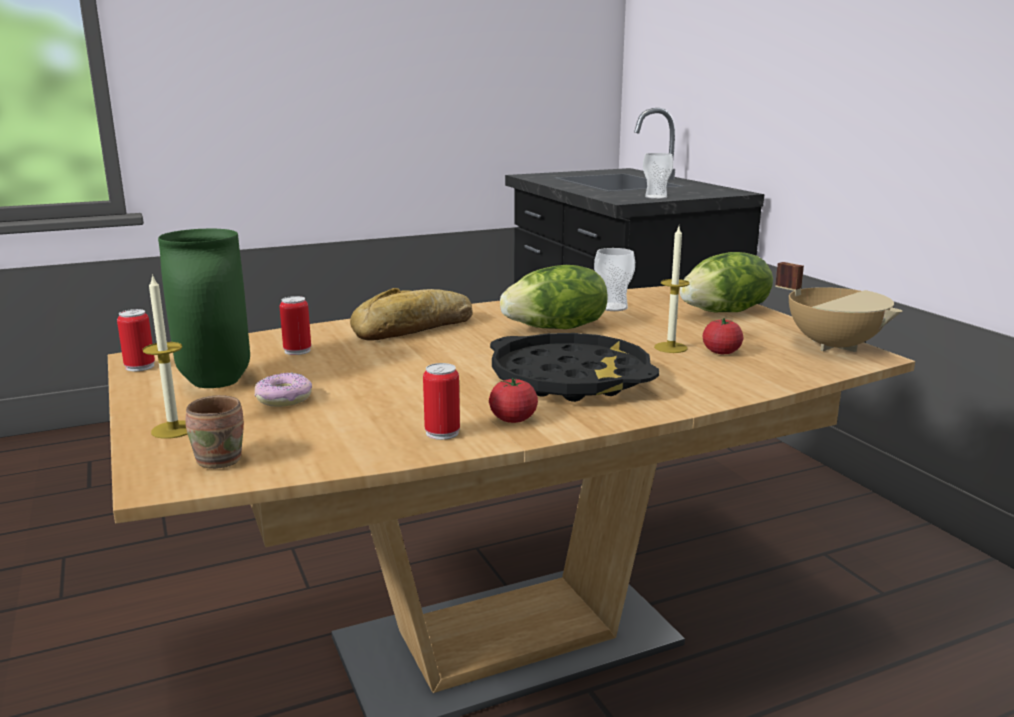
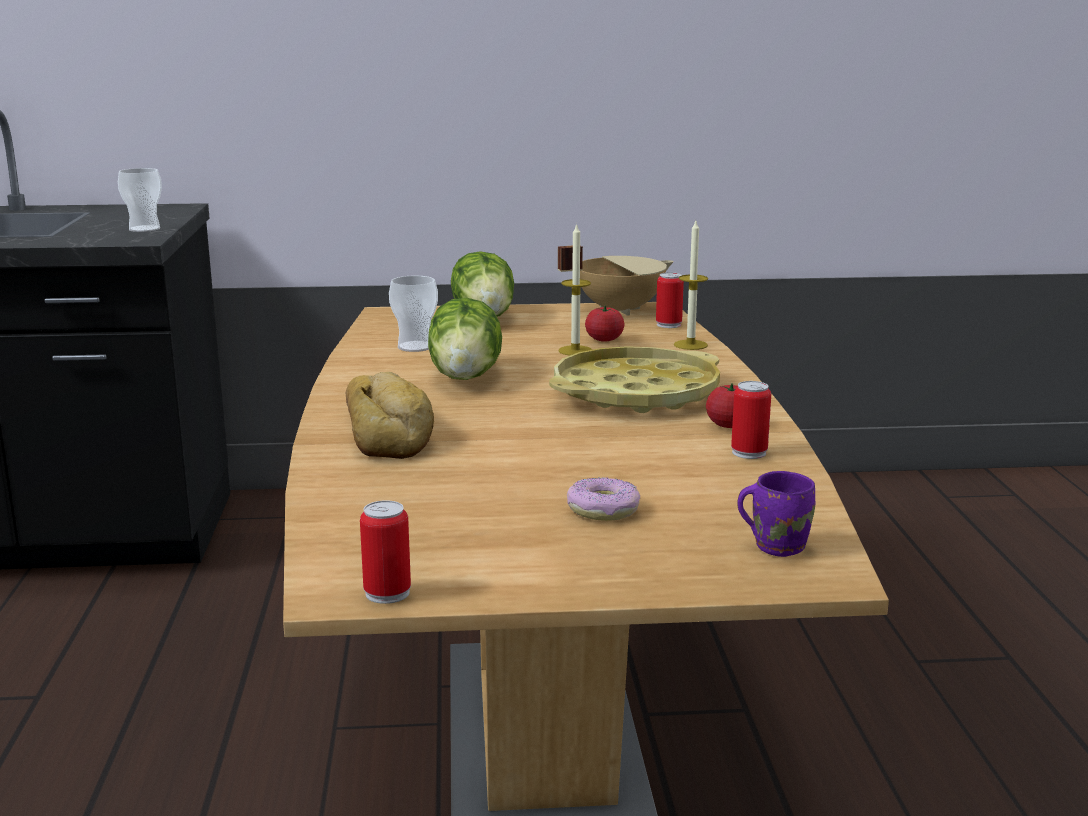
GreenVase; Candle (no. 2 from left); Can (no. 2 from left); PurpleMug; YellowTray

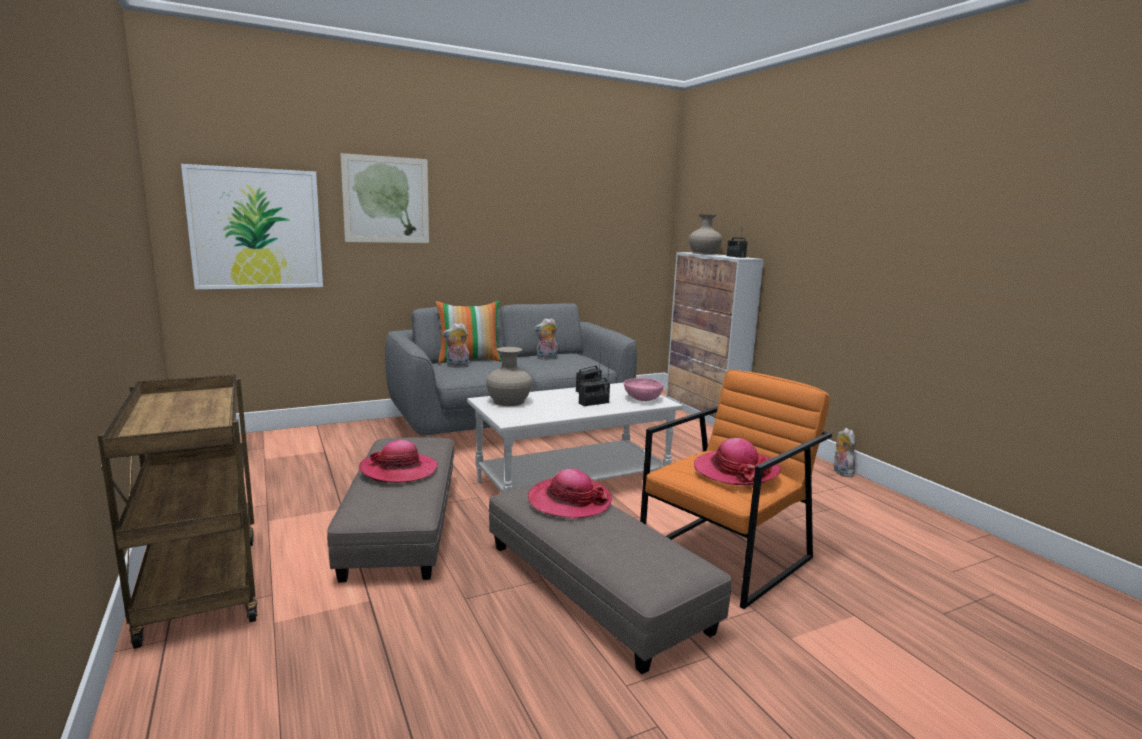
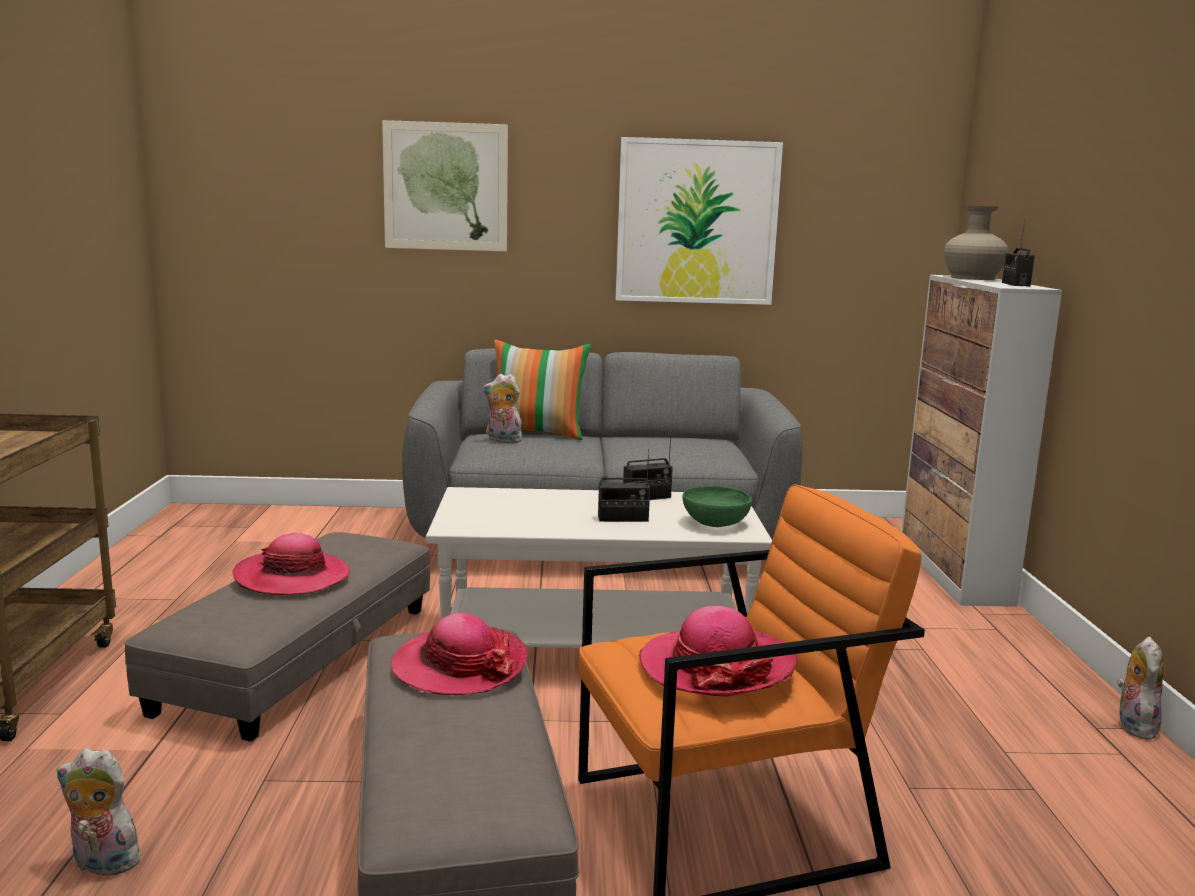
BeigeVase (no. 1 from left in the first image); Picture (no. 2 from left); PlushToy (no. 1 from left); GreenBowl

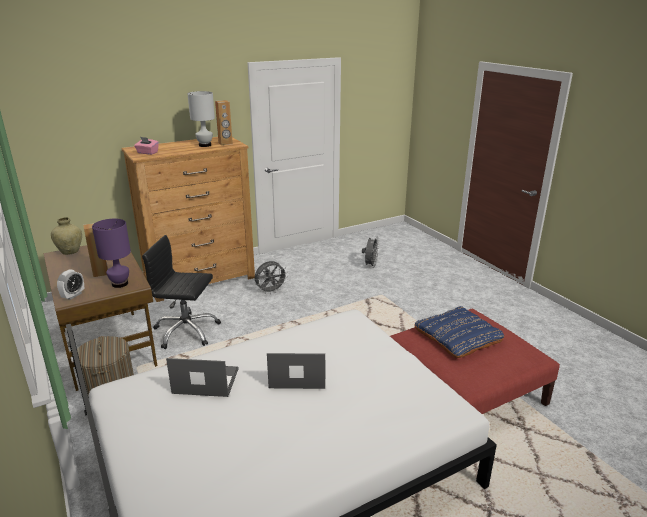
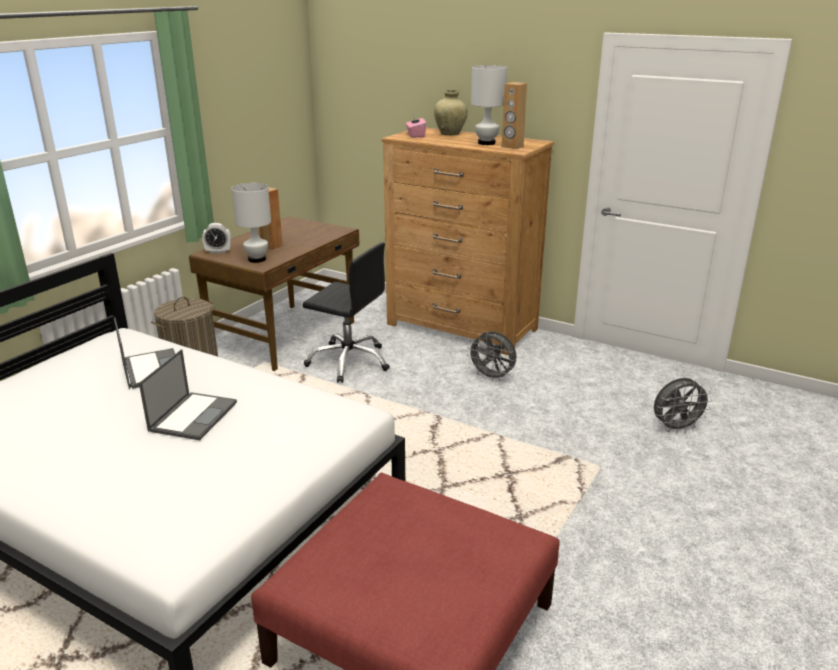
BluePillow; BeigeVase; WhiteTableLamp (no. 1 from left); BlackOfficeChair; Laptop (no. 2 from left)

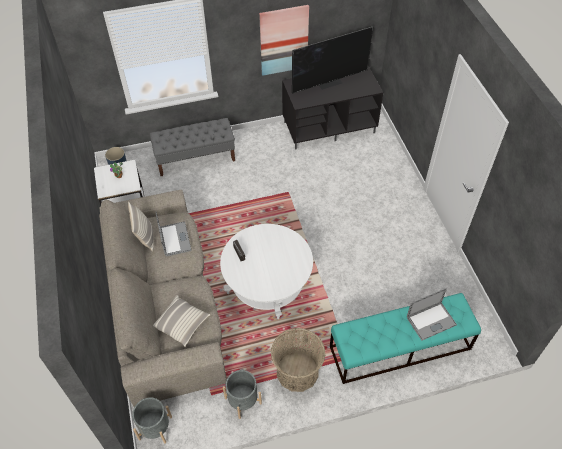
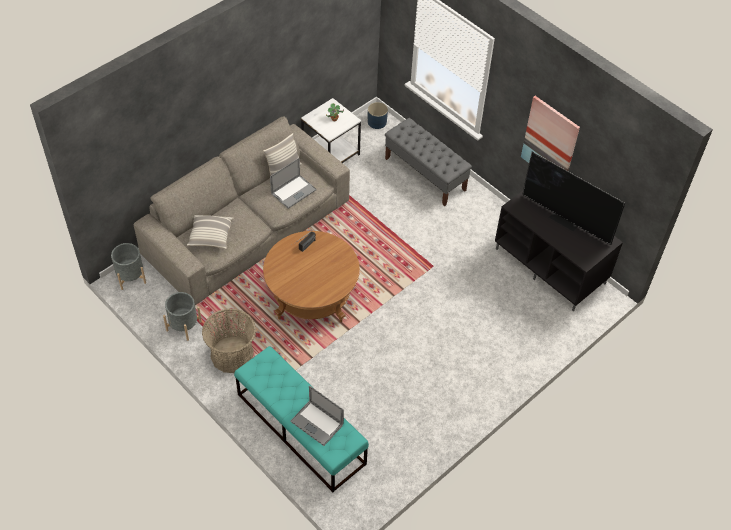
BrownCoffeeTable

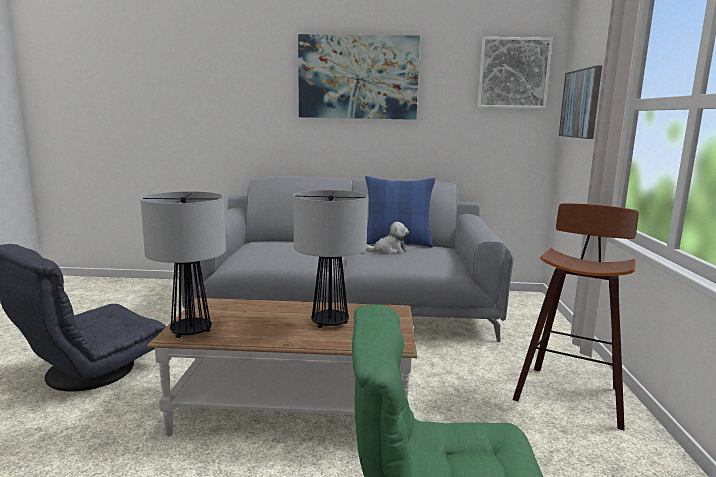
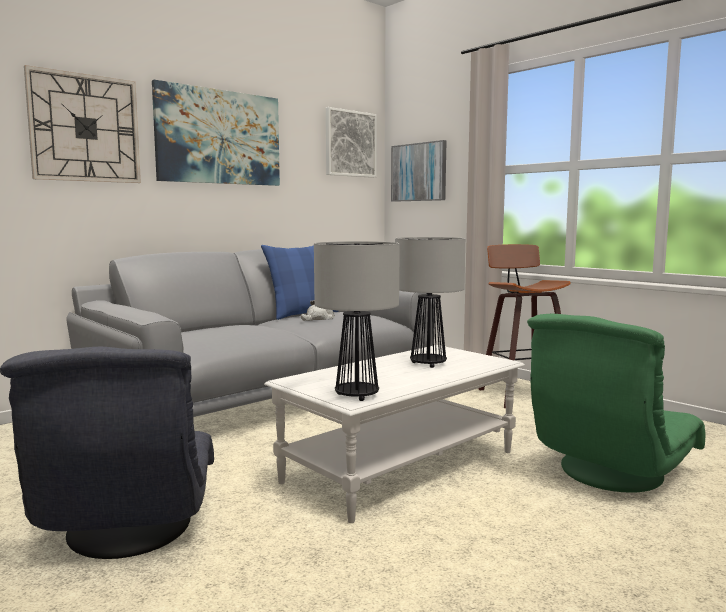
WallClock; WhiteCoffeeTable

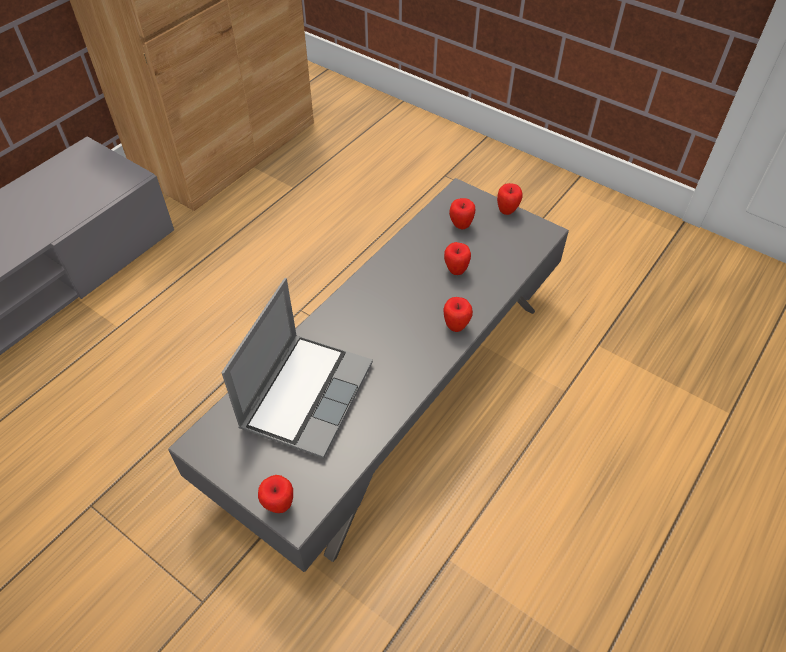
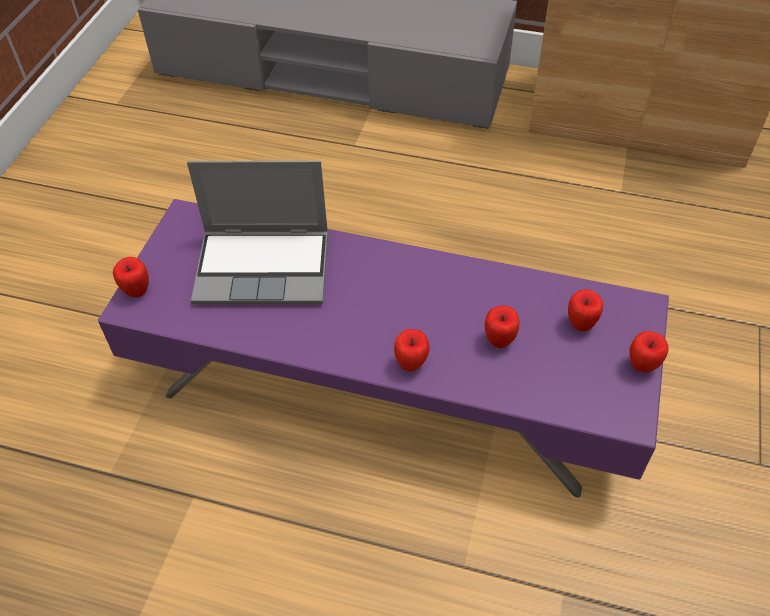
PurpleCoffeeTable

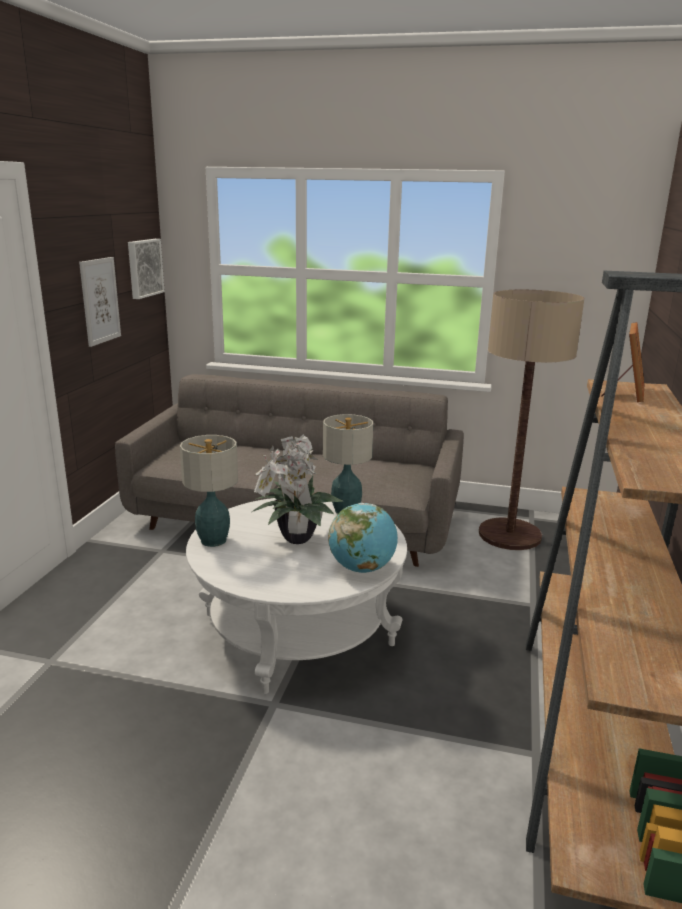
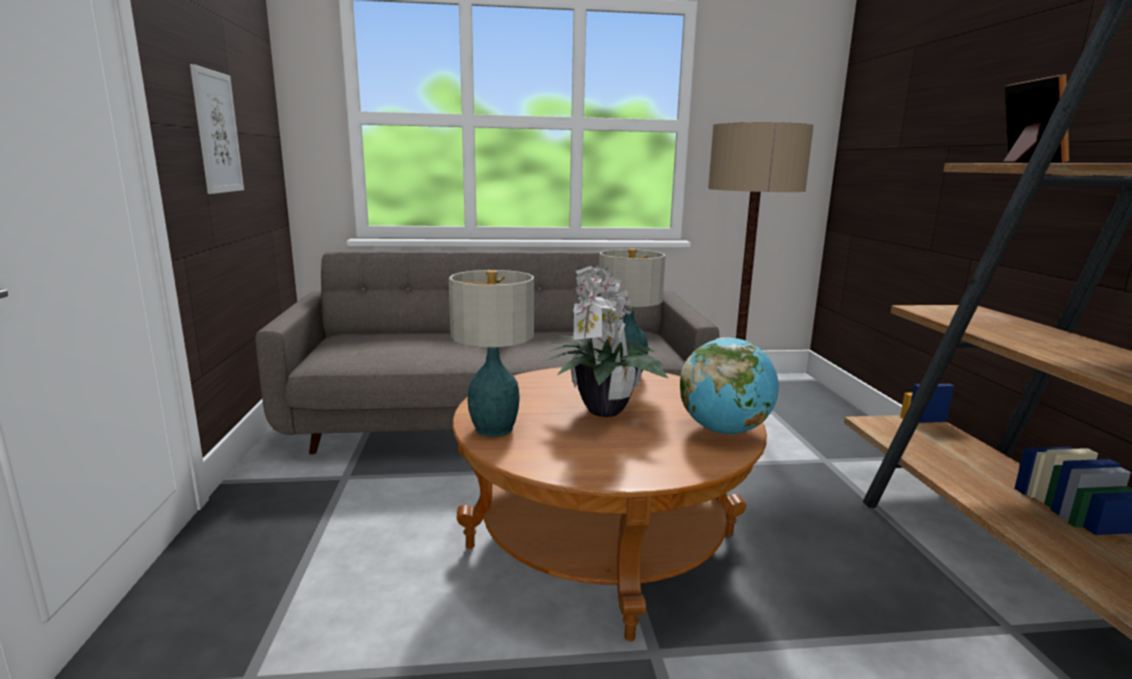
Picture (no. 2 from left in the first image); BrownCoffeeTable

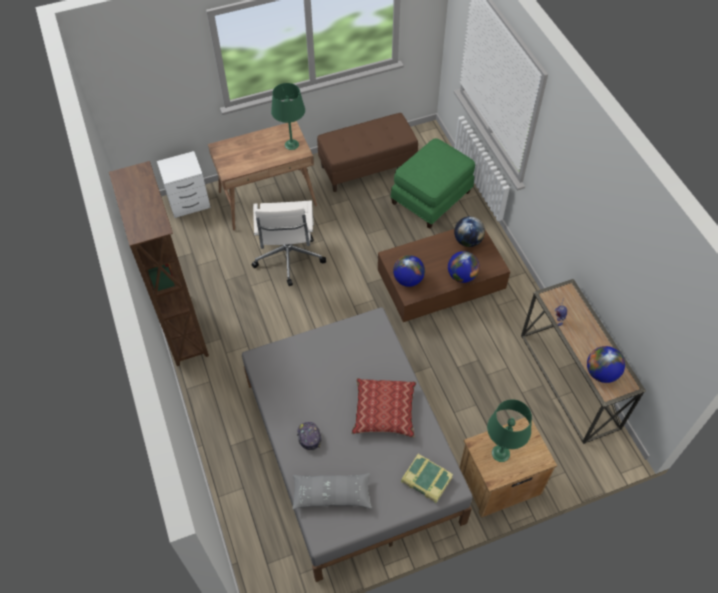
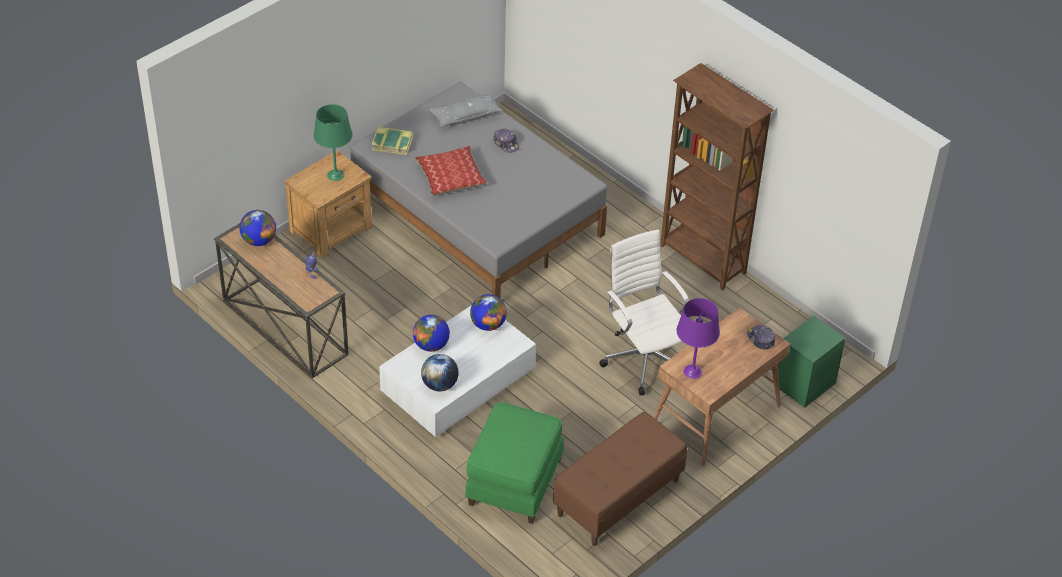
Cap (no. 2 from left); GreenNightstand; PurpleTableLamp; WhiteCoffeeTable

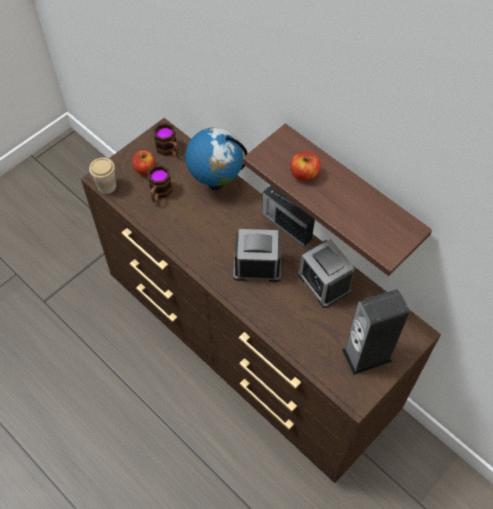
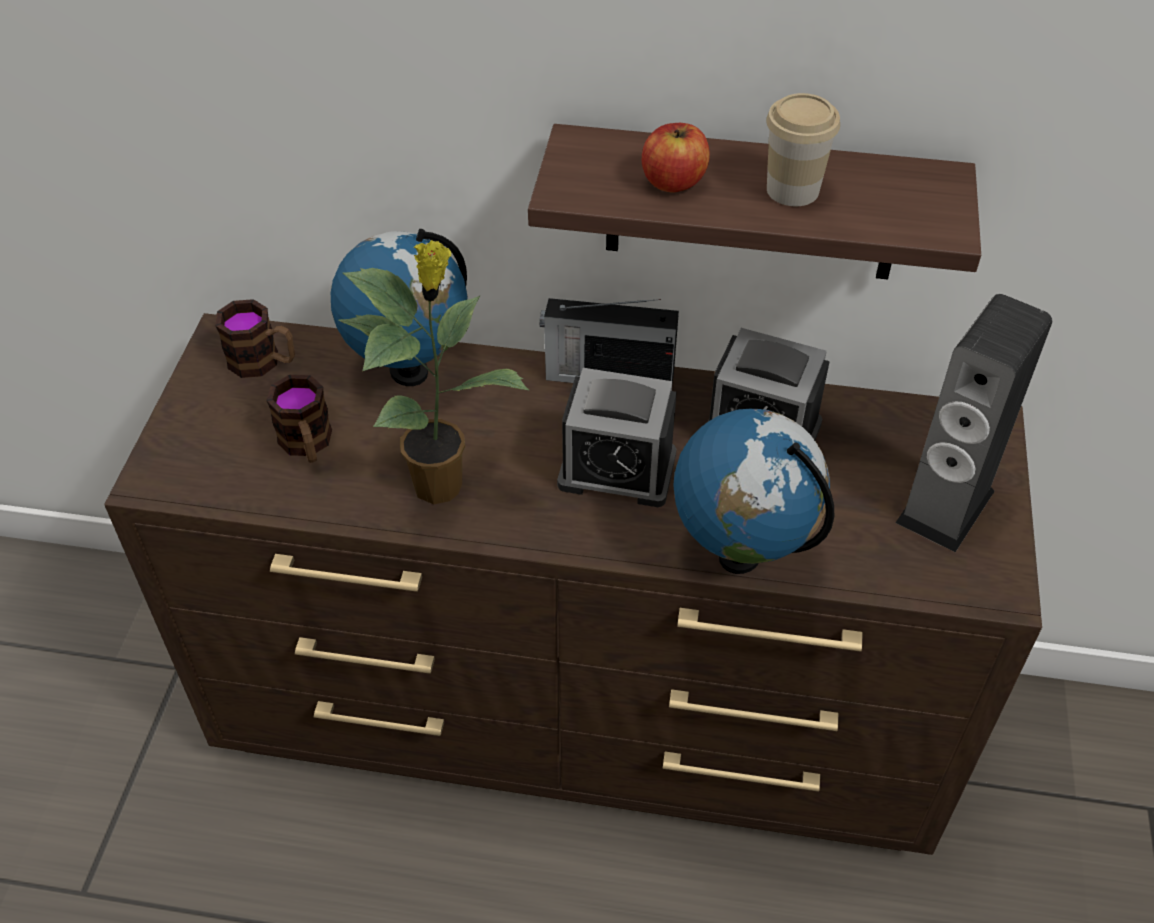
Apple (no. 1 from left in the first image); PottedPlant; Globe (no. 2 from left); Cup; AlarmClock (no. 1 from left)

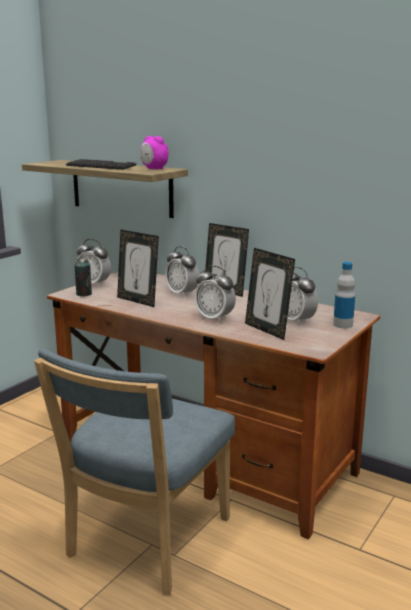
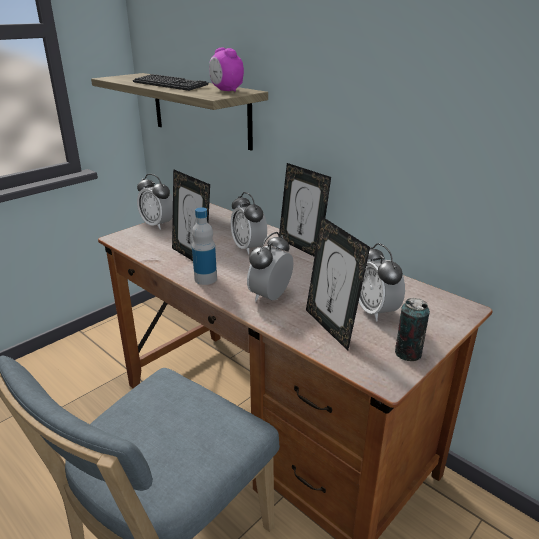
Can; Bottle; AlarmClock (no. 4 from left)

